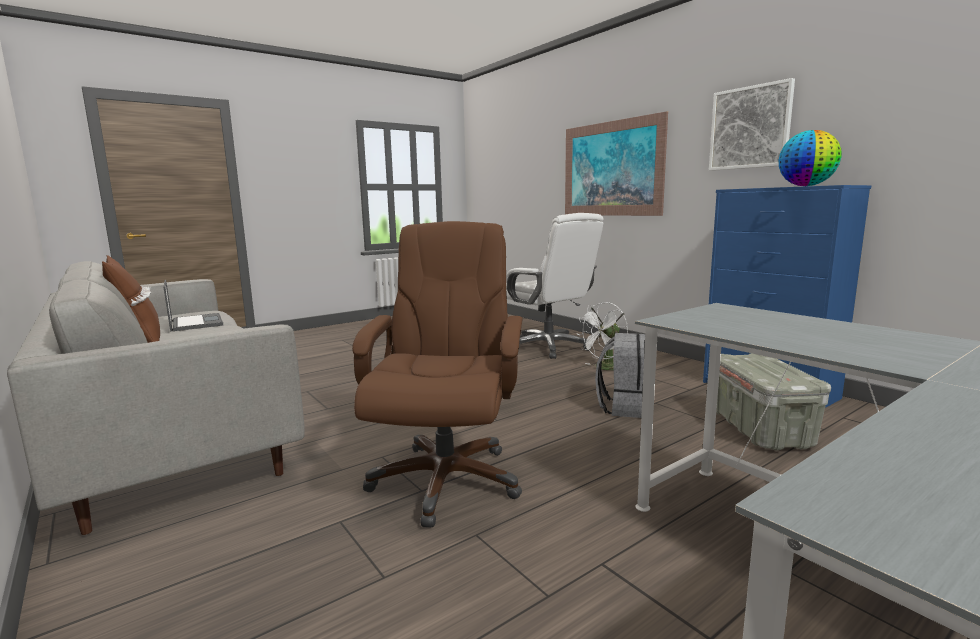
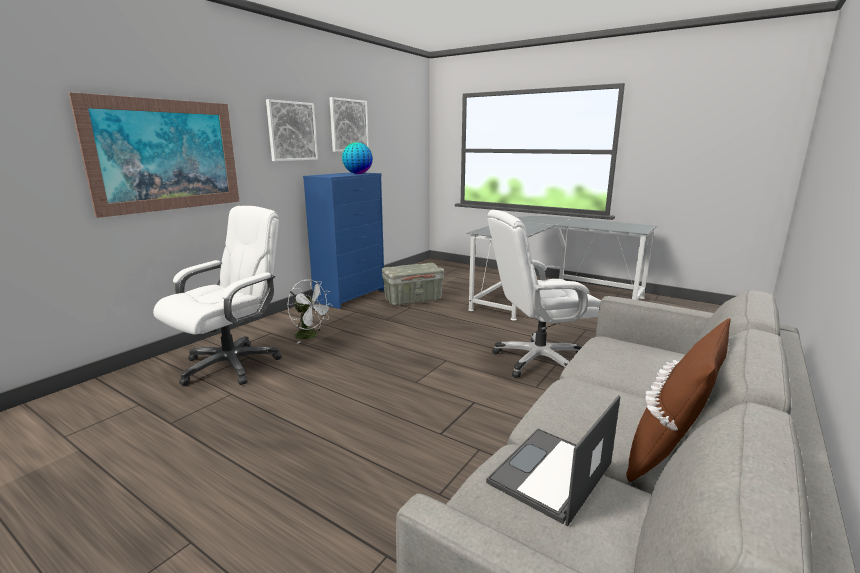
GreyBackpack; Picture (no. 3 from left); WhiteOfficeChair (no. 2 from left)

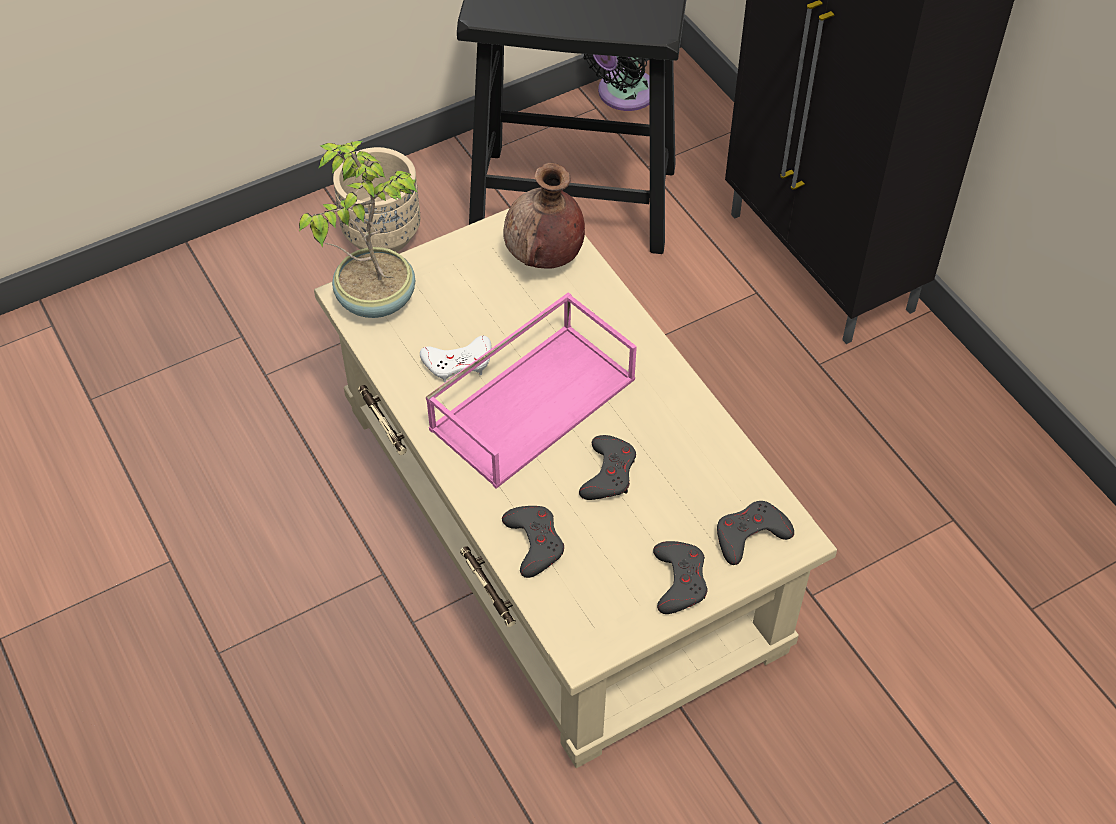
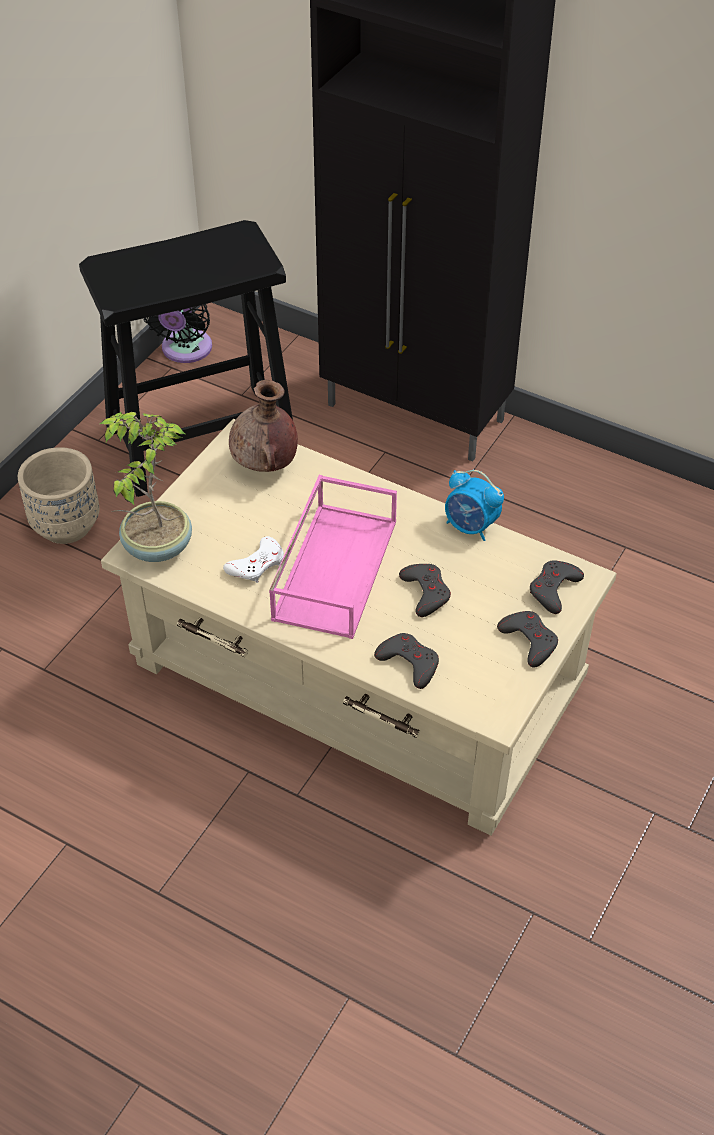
AlarmClock

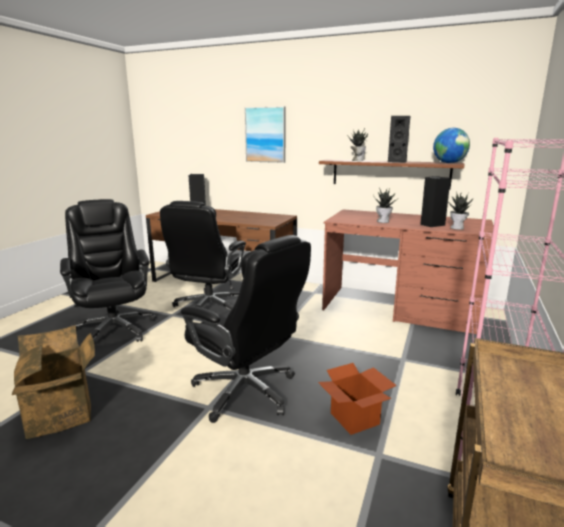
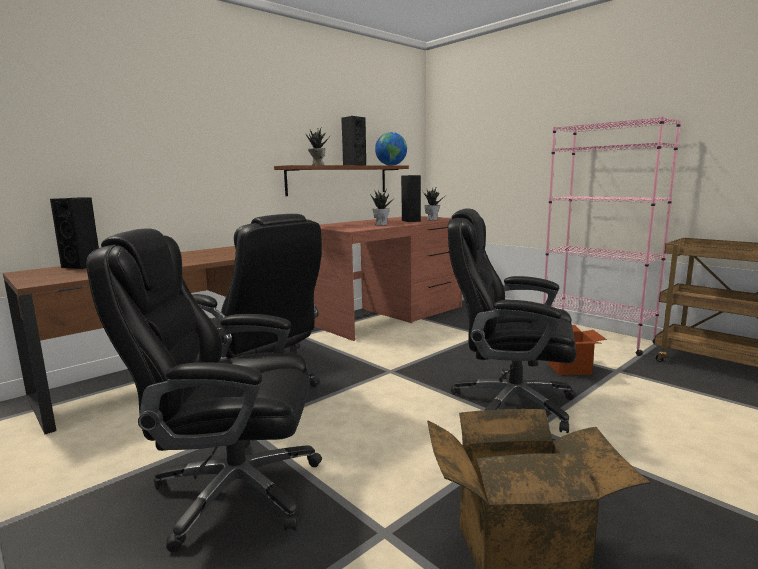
Picture; BlackOfficeChair (no. 3 from left)

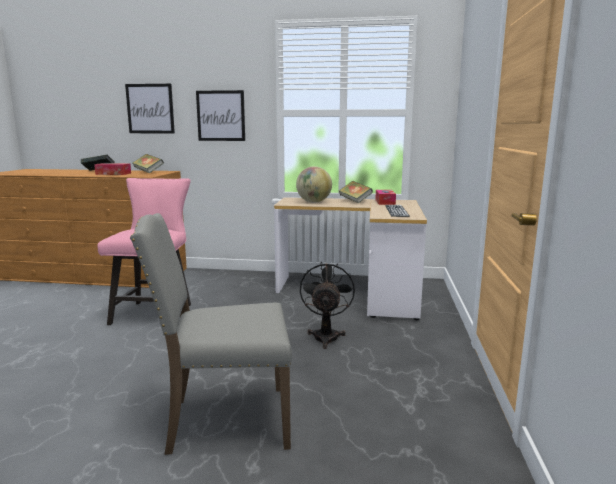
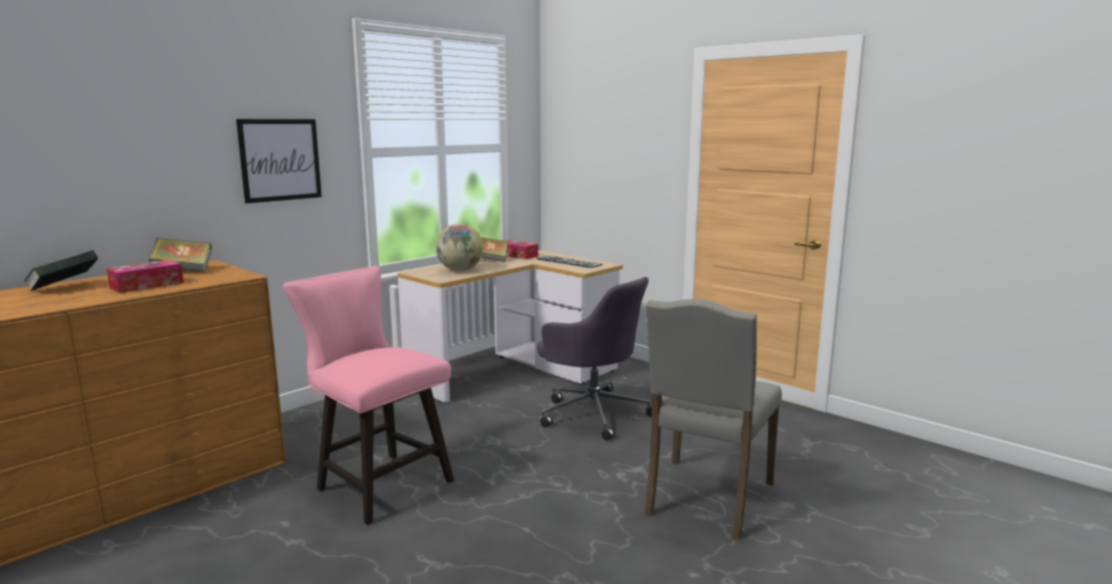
Picture (no. 1 from left in the first image); GreyOfficeChair

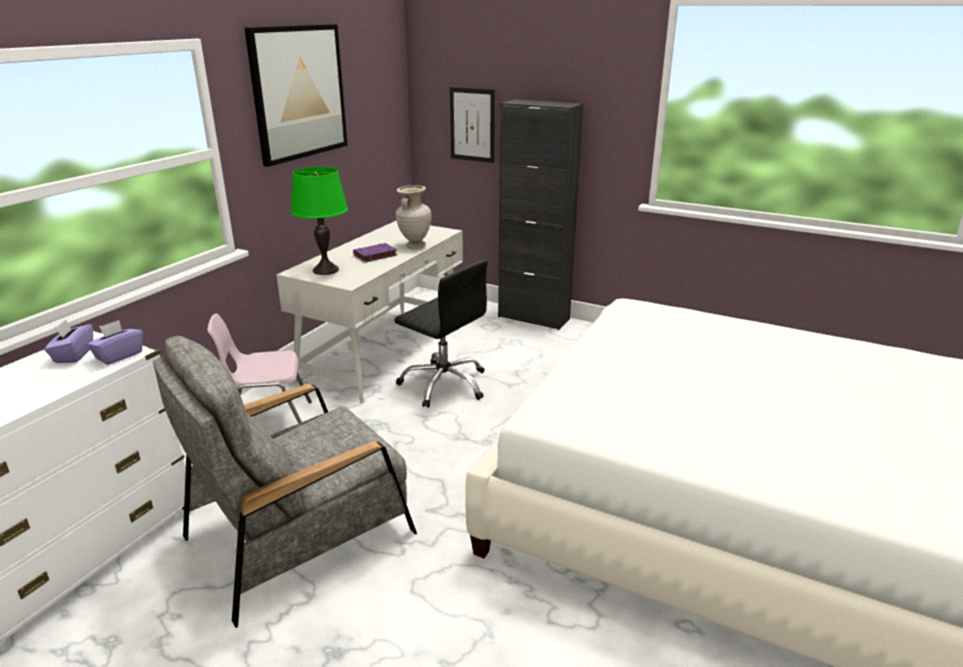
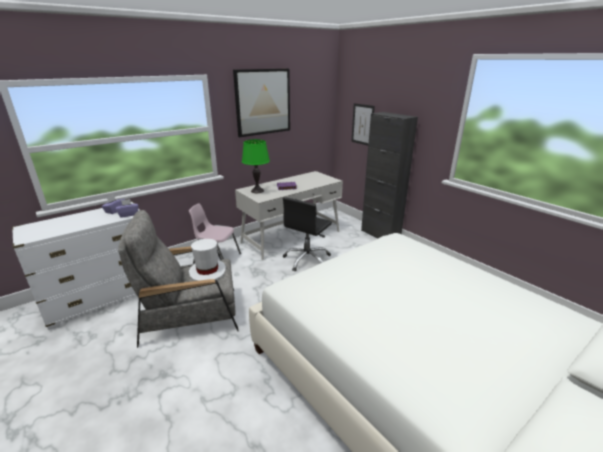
BeigeVase; WhiteHat; BlackOfficeChair

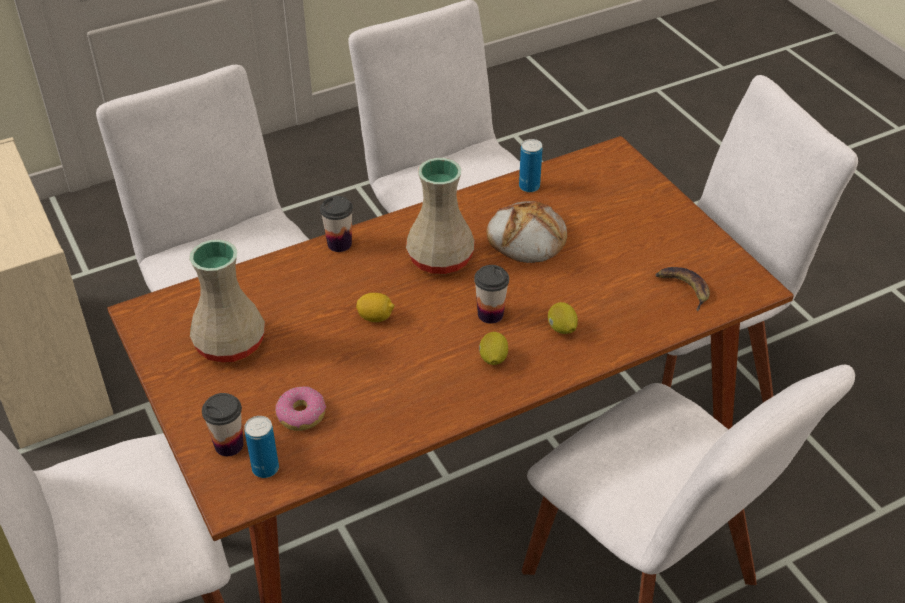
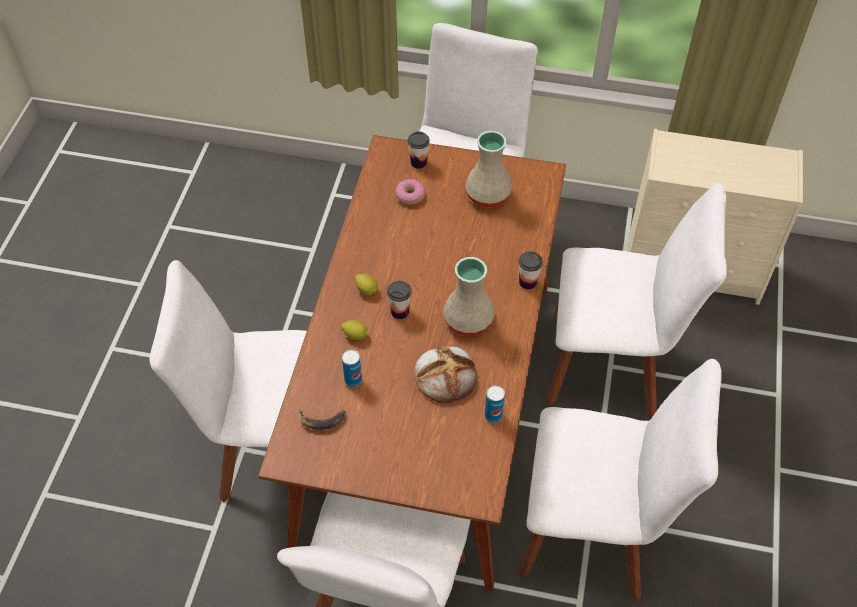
Lemon (no. 1 from left in the first image); Can (no. 1 from left)

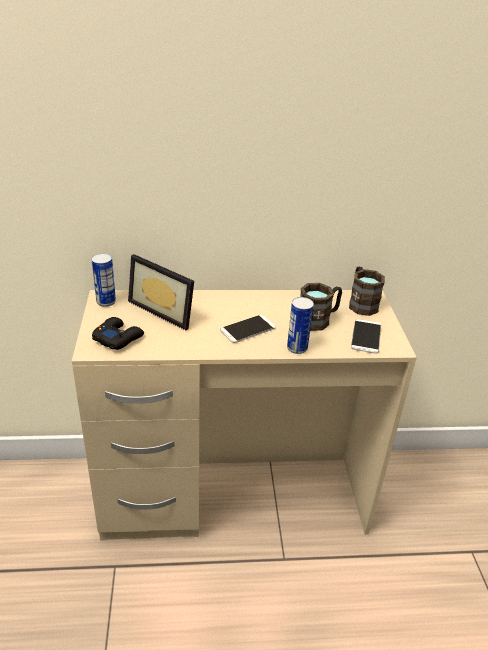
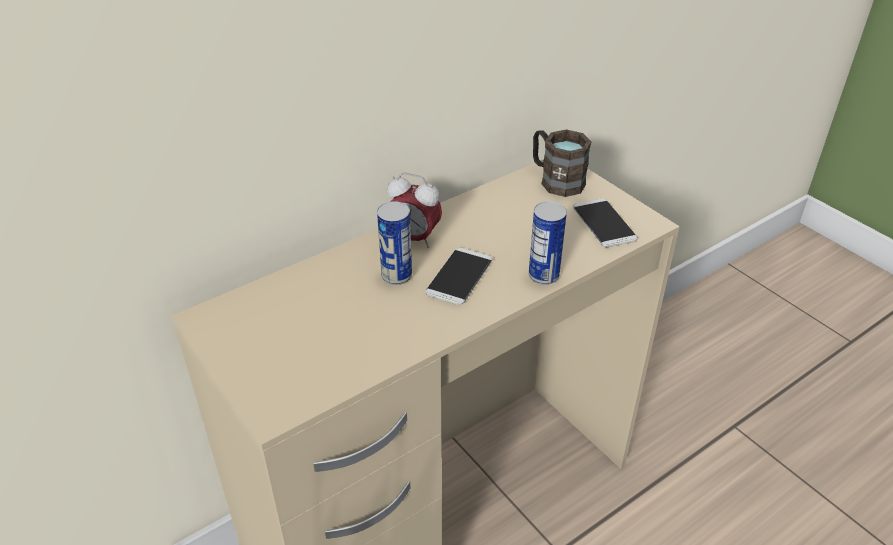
BlackGameController; PictureFrame; BrownMug (no. 1 from left in the first image); AlarmClock; Can (no. 1 from left)

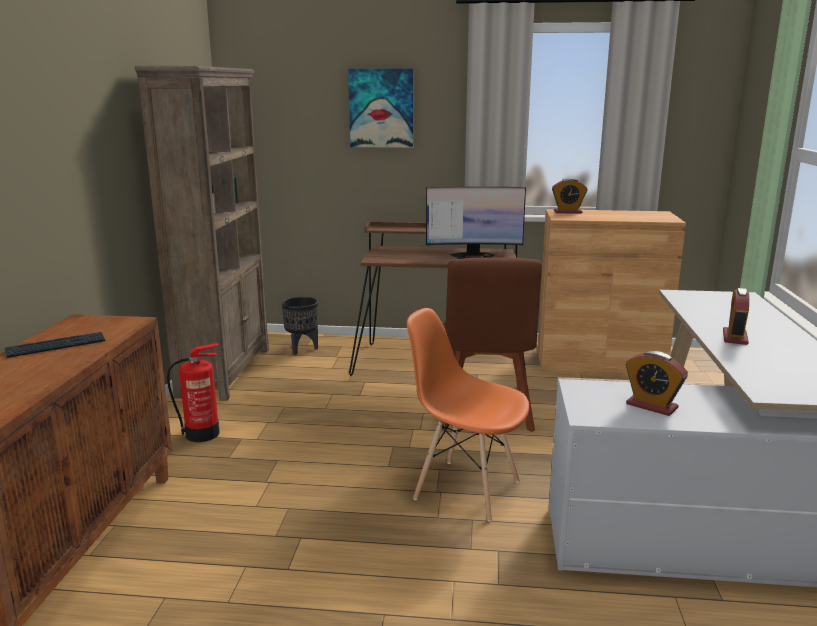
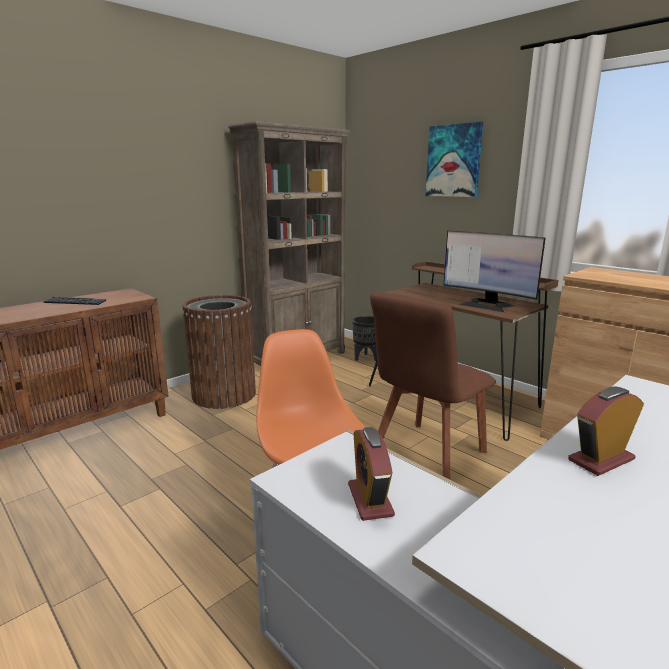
AlarmClock (no. 1 from left in the first image); BrownTrashCan

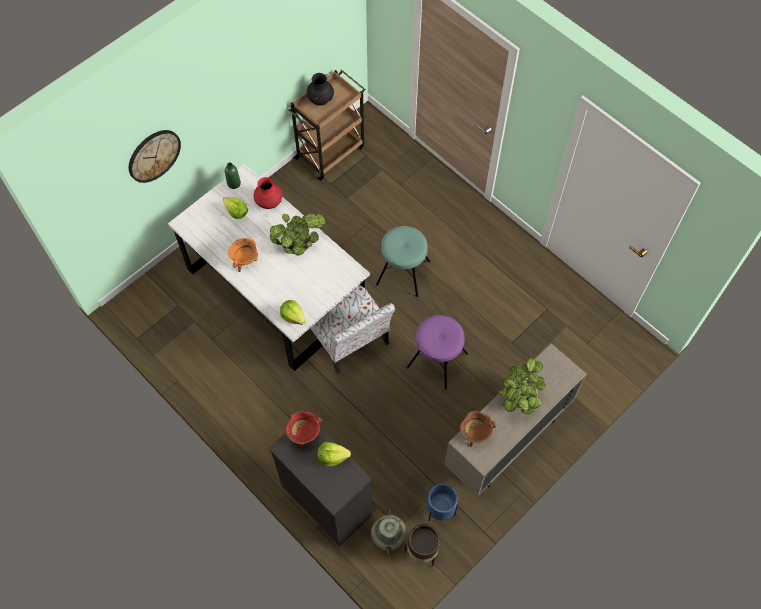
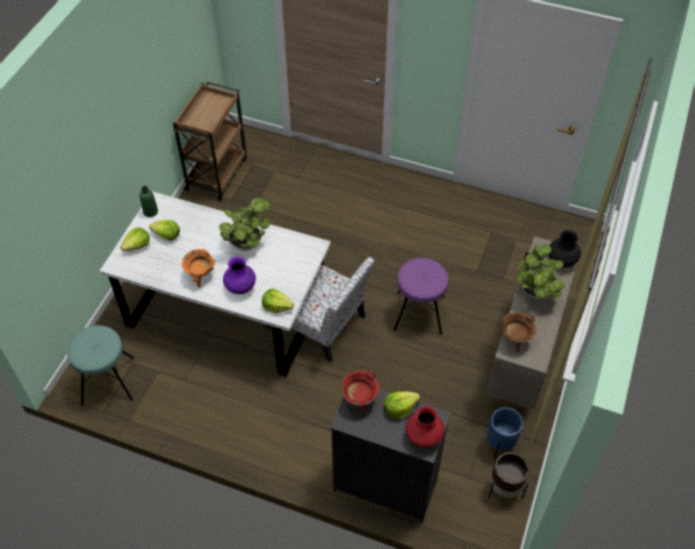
WallClock; TurquoiseVase; Lettuce (no. 1 from left); PurpleVase; RedVase; BlackVase; TurquoiseStool

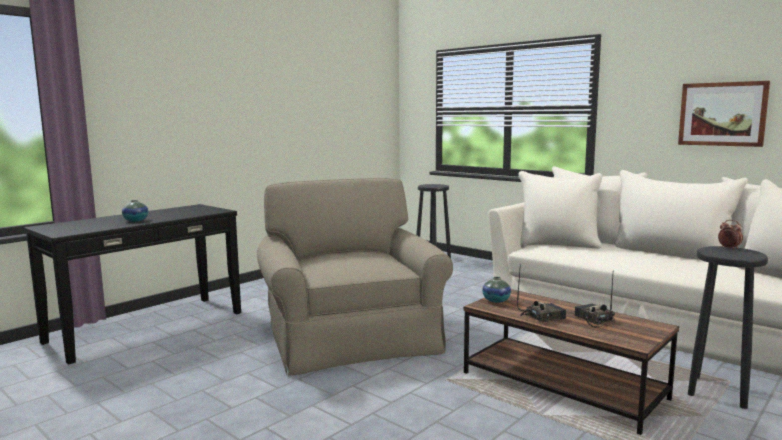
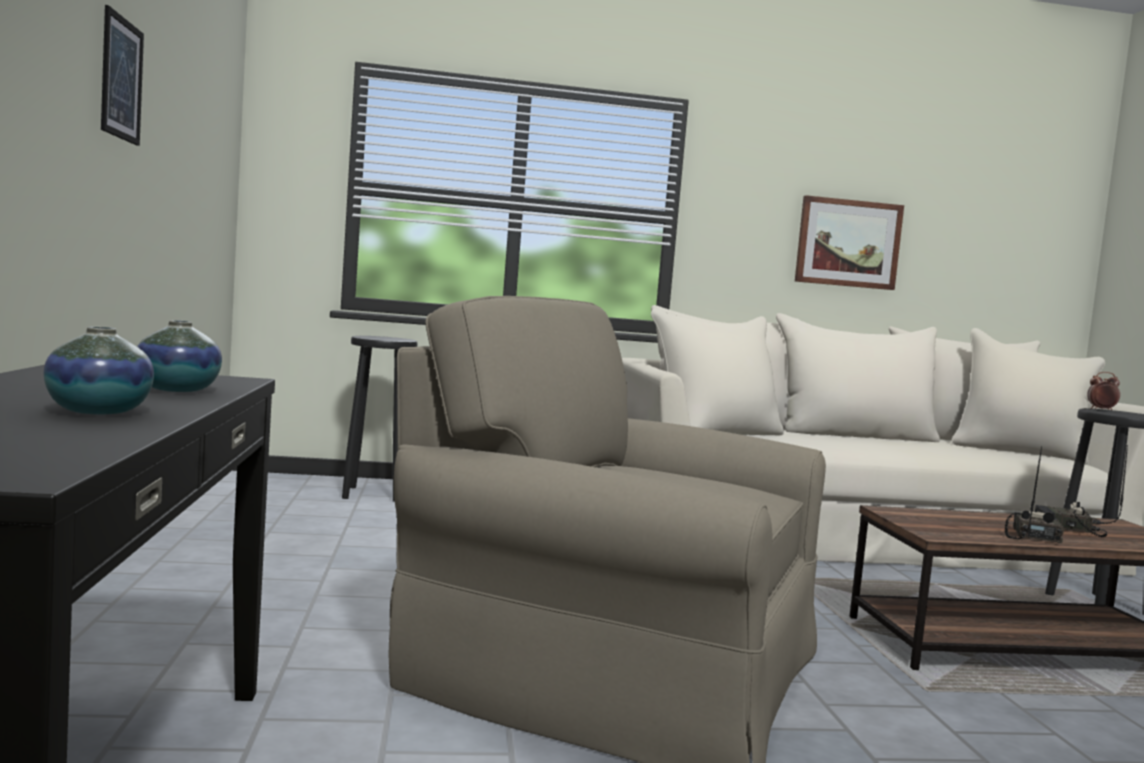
Picture (no. 1 from left); Vase (no. 2 from left)

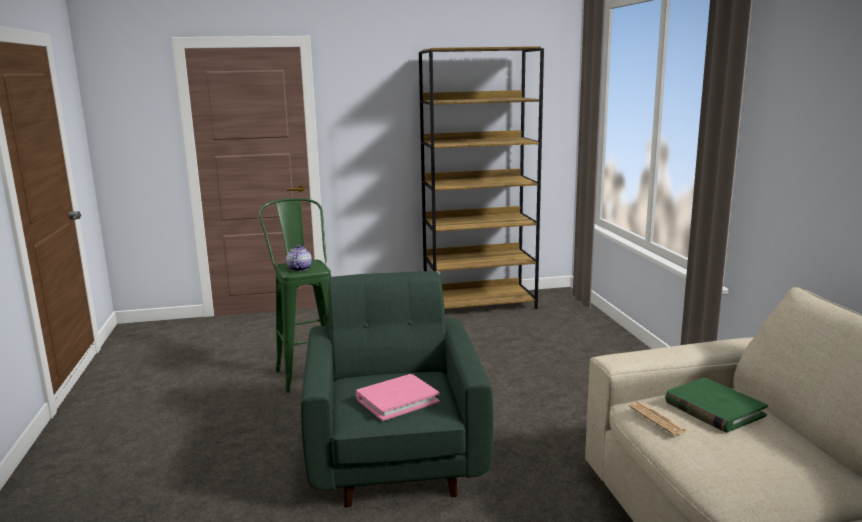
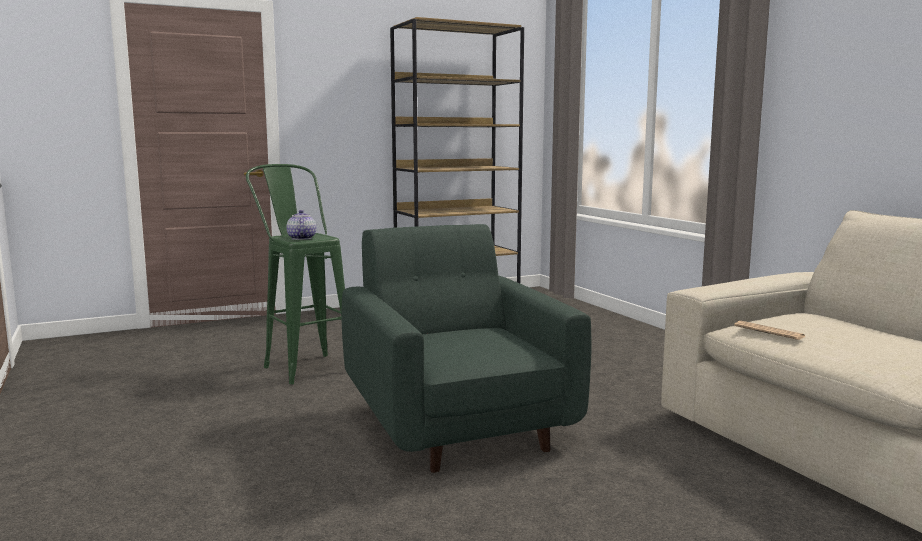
PinkBook; GreenBook

